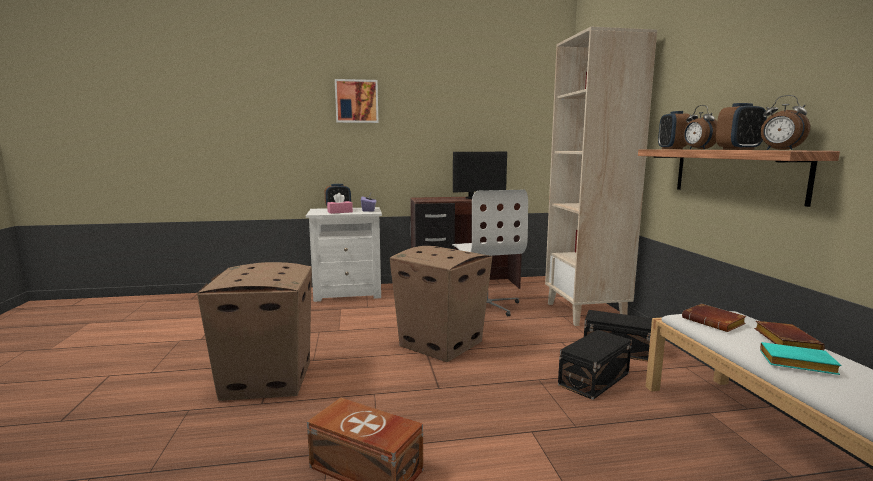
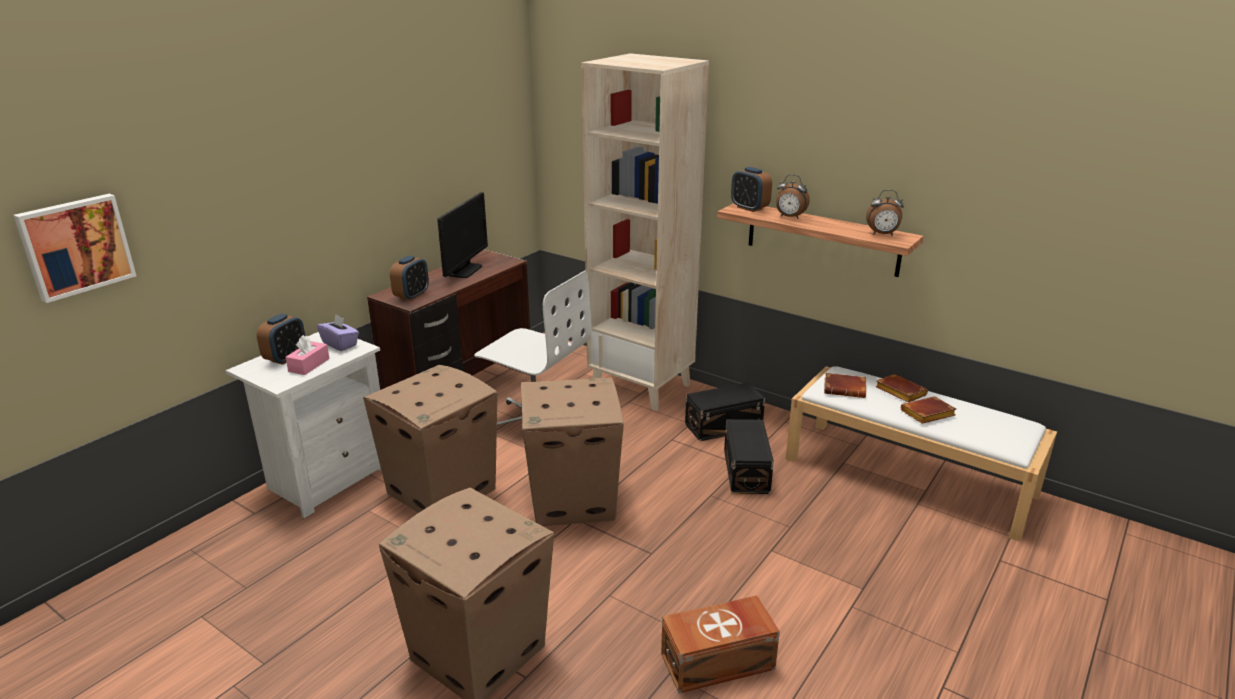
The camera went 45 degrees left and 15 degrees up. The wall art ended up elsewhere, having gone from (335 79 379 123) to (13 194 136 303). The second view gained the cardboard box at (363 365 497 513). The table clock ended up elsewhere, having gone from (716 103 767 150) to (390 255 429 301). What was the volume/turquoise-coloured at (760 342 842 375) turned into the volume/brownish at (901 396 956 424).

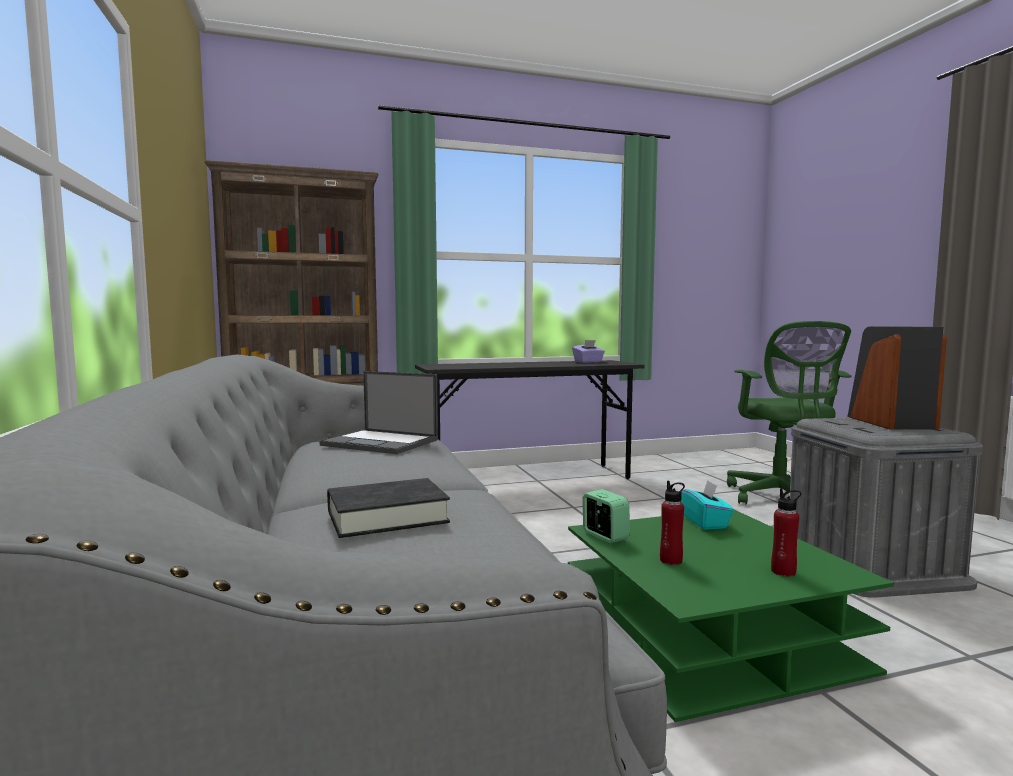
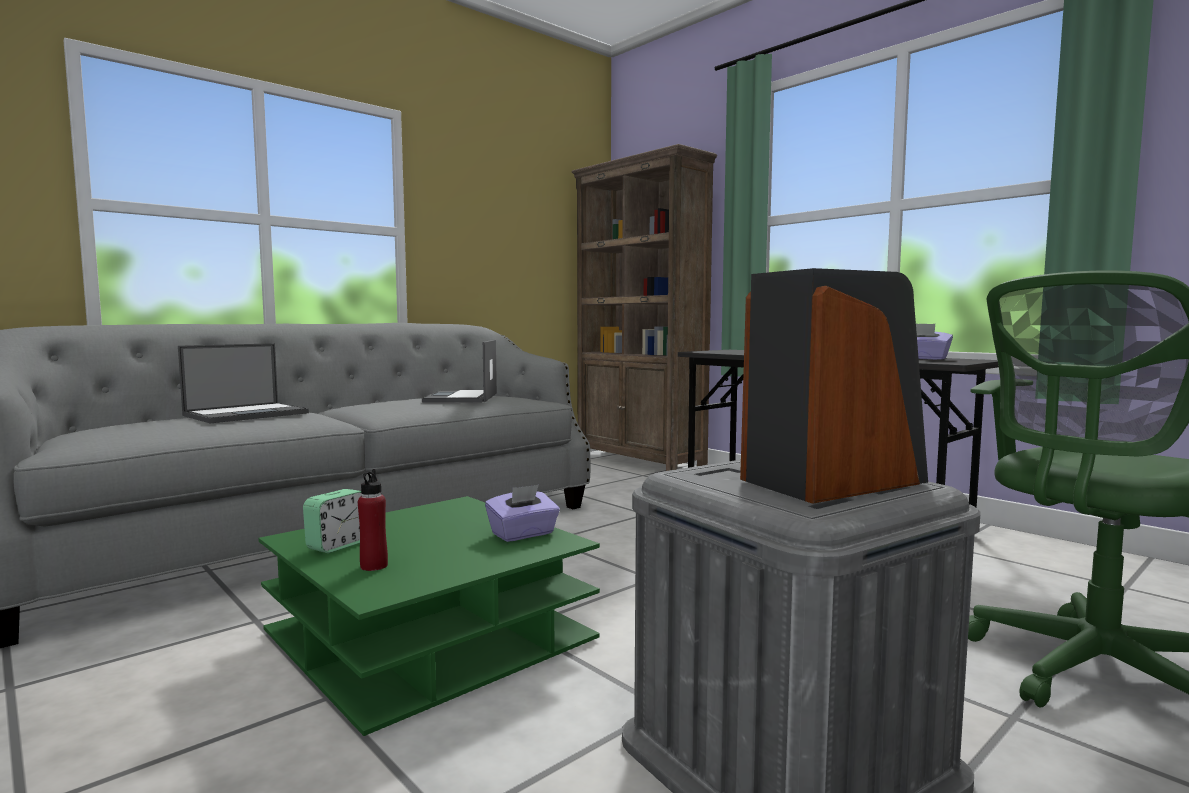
The camera went 65 degrees right and 0 degrees up. Where the volume/black-coloured stood at (327 478 450 538), the portable computer came to stand at (178 343 309 423). The table clock ended up elsewhere, having gone from (583 489 630 544) to (303 489 362 553). What was the box of tissues/turquoise-coloured at (681 480 734 530) turned into the box of tissues/purple-coloured at (485 485 560 542). The second view lost the bottle/red at (660 481 685 565).

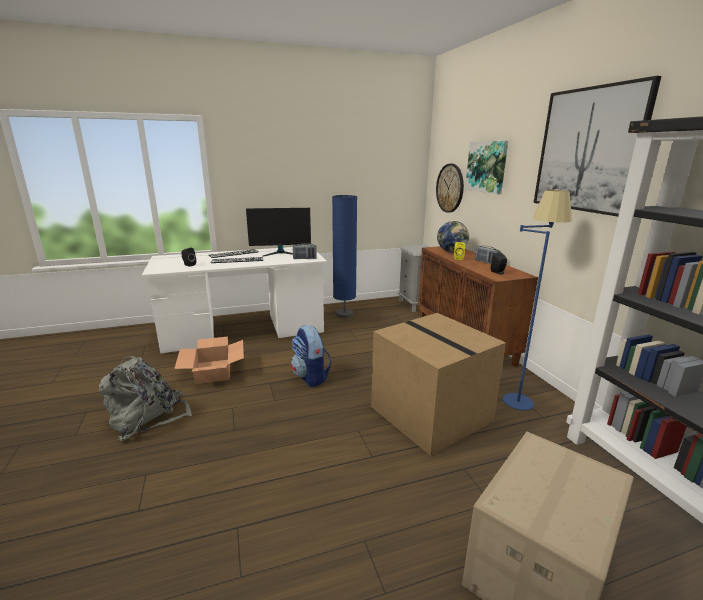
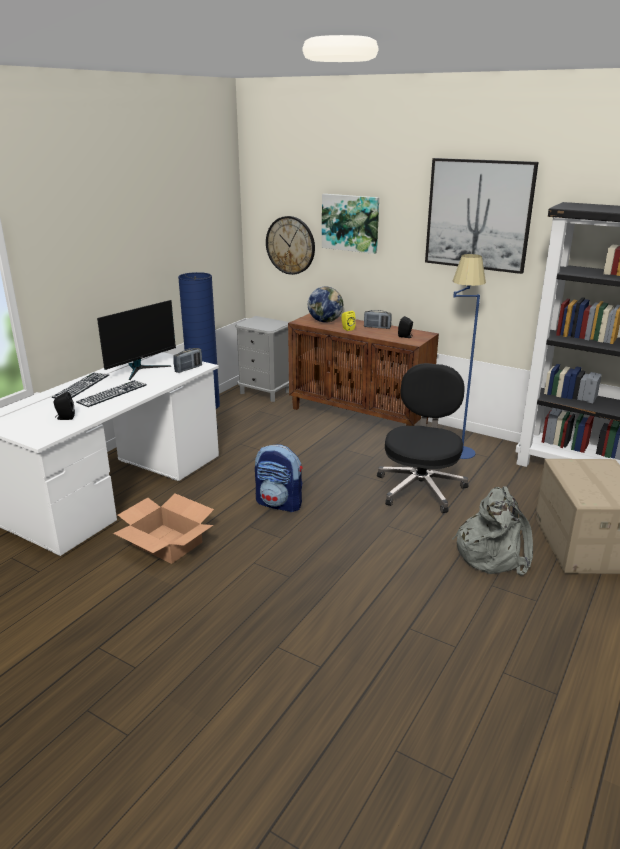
The camera went 40 degrees left and 5 degrees up. Where the cardboard box stood at (371 313 506 456), the desk chair/black-coloured came to stand at (377 363 468 513). The backpack/gray ended up elsewhere, having gone from (99 356 192 441) to (452 486 533 575).

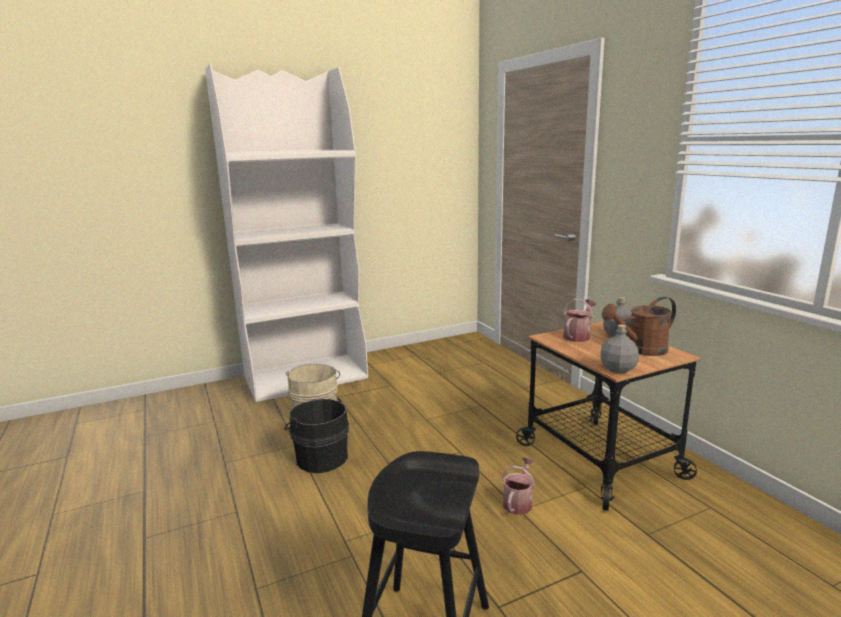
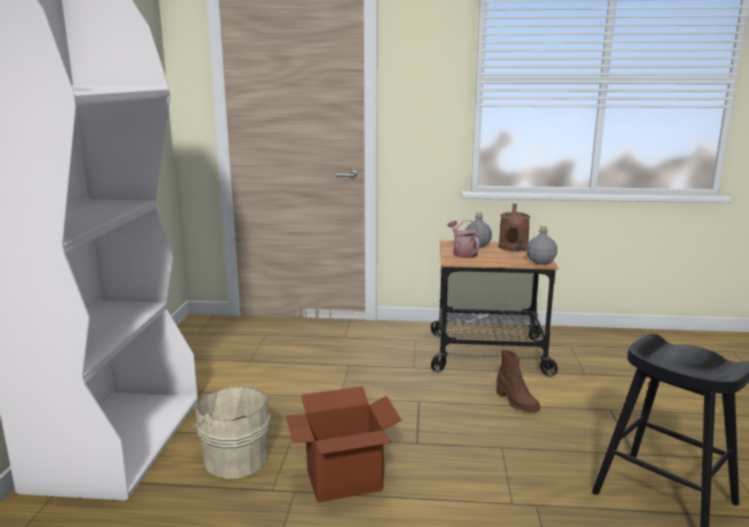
The camera went 60 degrees left and 0 degrees up. Where the pail/black-coloured stood at (284 398 349 473), the cardboard box came to stand at (285 386 402 503). Where the watering pot stood at (502 457 535 515), the high-top boot/brownish came to stand at (497 350 540 412).

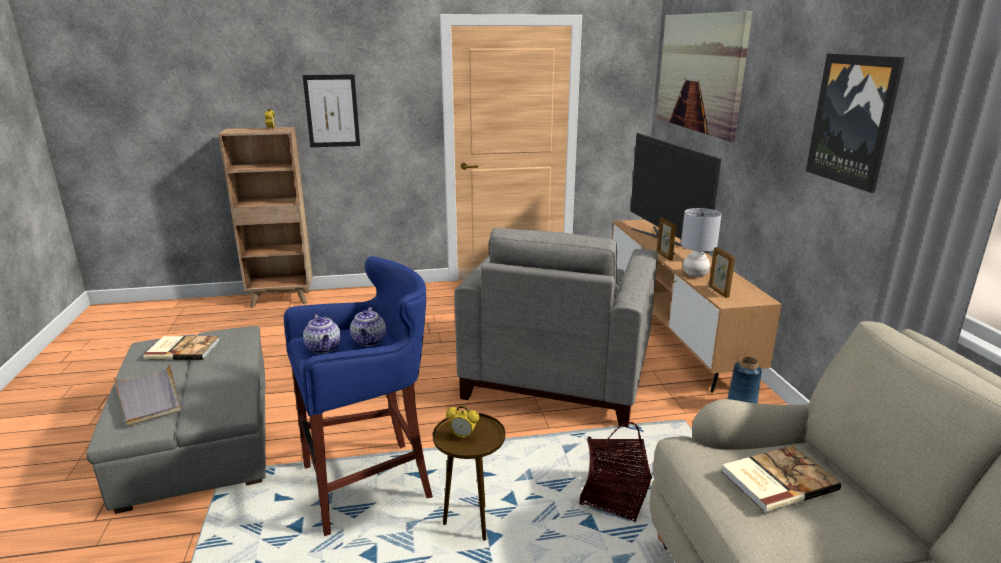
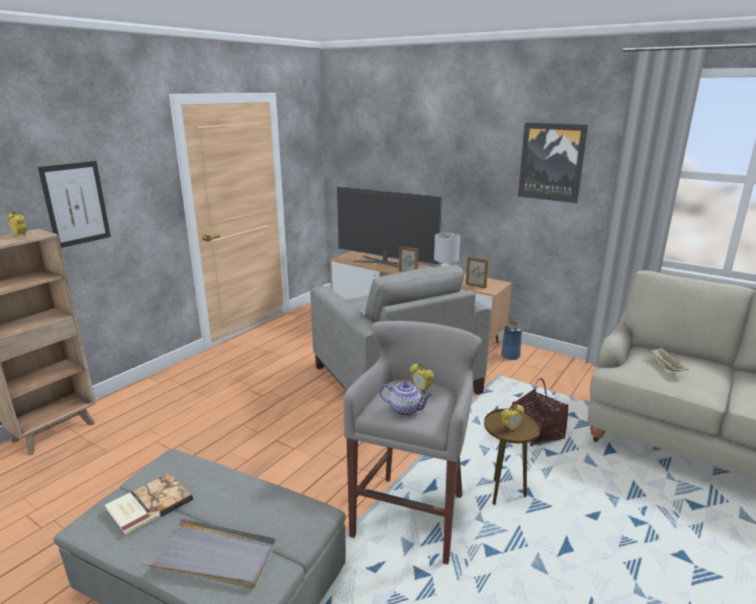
The camera went 45 degrees left and 0 degrees up. What was the sitting stool/blue-coloured at (284 256 433 536) turned into the sitting stool/gray at (344 321 482 565). Where the pot for tea stood at (350 307 386 346), the table clock came to stand at (410 364 434 394). Where the volume stood at (721 446 841 513), the tray/beige came to stand at (650 348 689 372). The second view lost the wall art at (657 11 752 141).

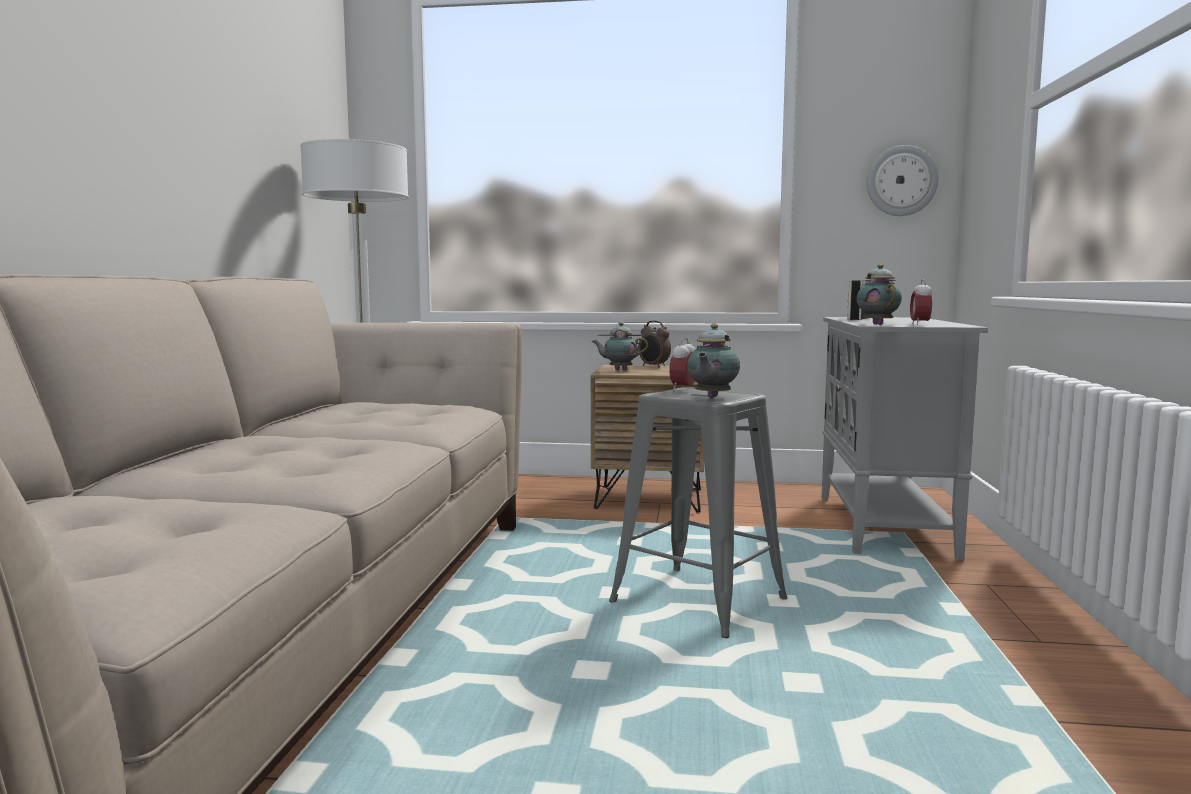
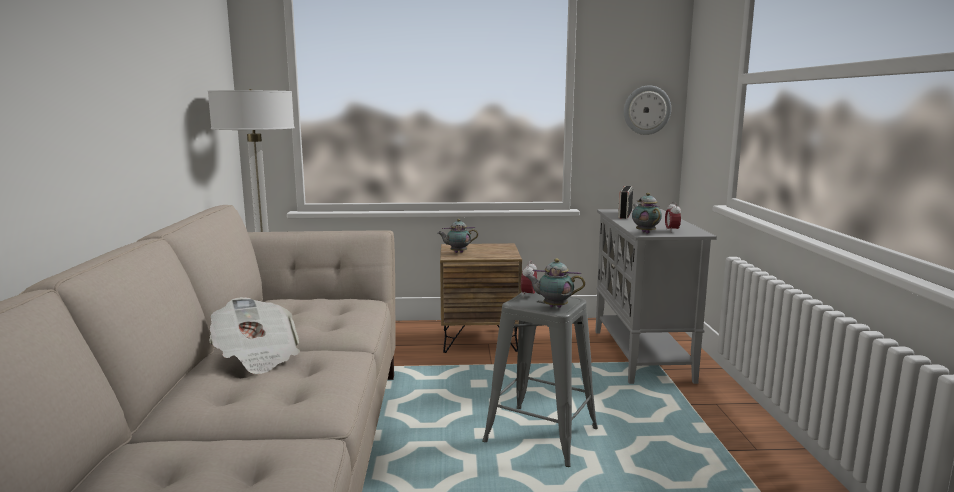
The camera went 10 degrees left and 5 degrees up. The second view gained the printed paper at (209 297 300 374). The pot for tea at (687 324 740 398) ended up facing another way, 90 degrees clockwise from before. The second view lost the table clock at (638 321 671 368).

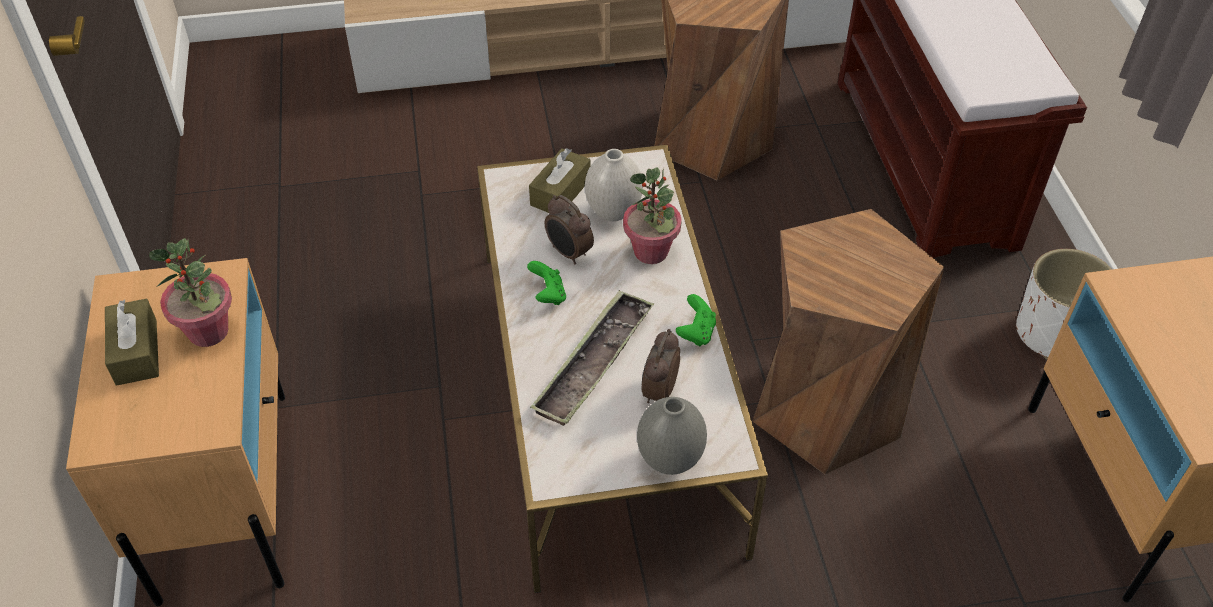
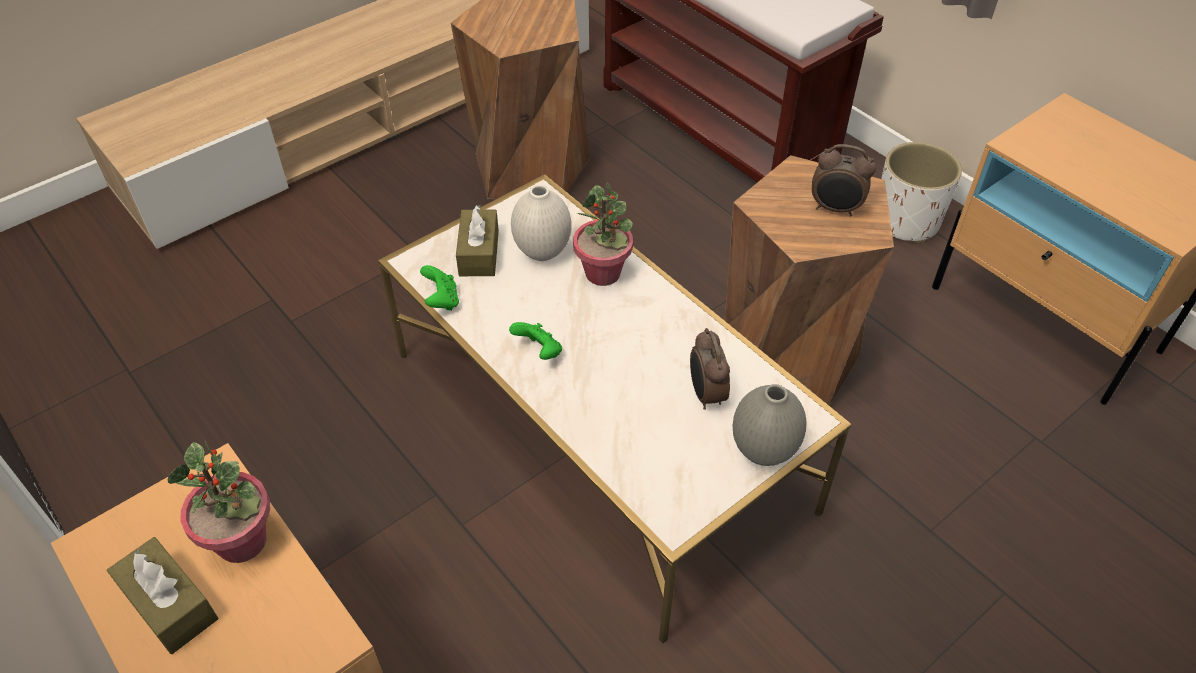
The camera went 30 degrees left and 0 degrees up. The joypad/green ended up elsewhere, having gone from (676 294 716 346) to (420 265 459 311). The table clock ended up elsewhere, having gone from (545 195 594 265) to (812 144 876 216). The second view lost the tray at (530 290 654 426).

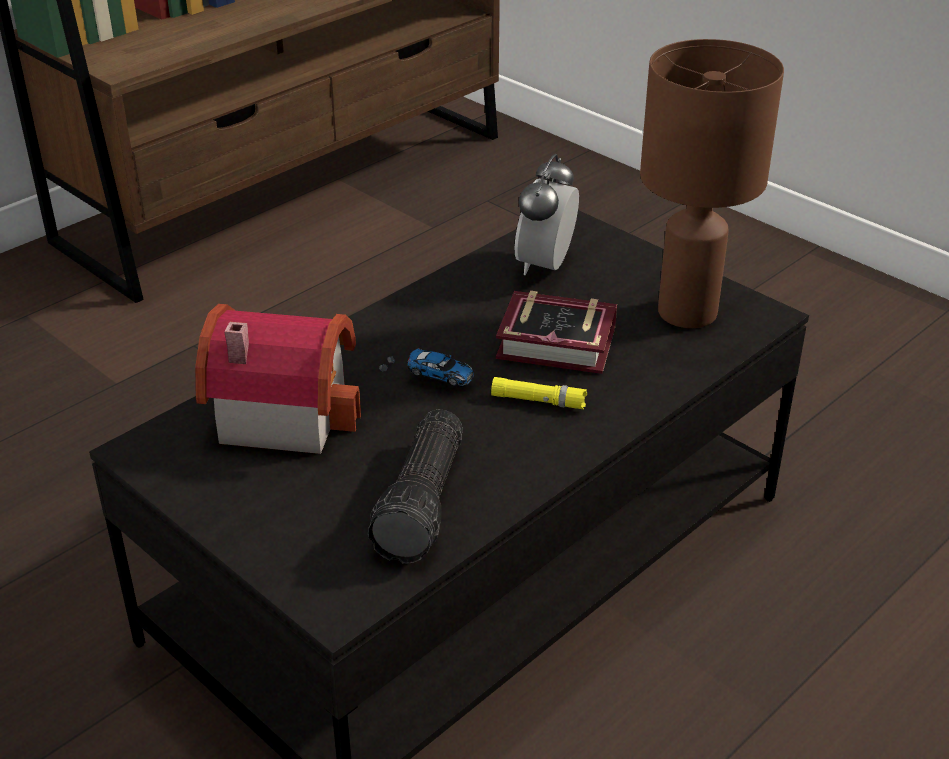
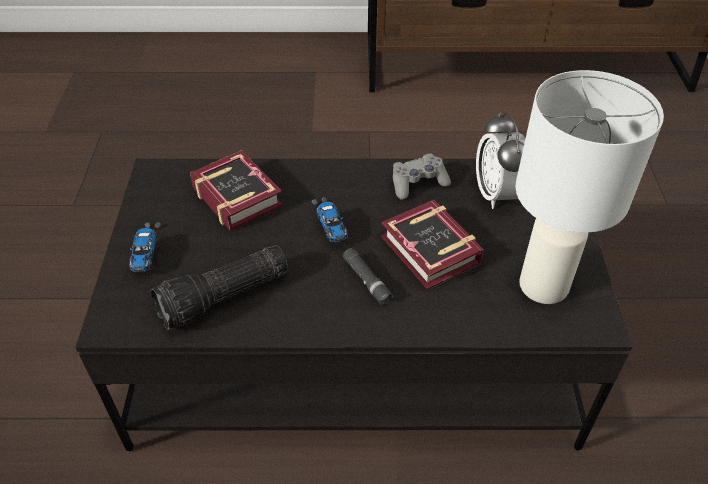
The camera went 45 degrees right and 10 degrees up. The second view gained the model car at (129 222 161 272). Where the toy house stood at (195 304 361 454), the volume came to stand at (190 150 283 231). What was the hand torch/yellow at (491 377 587 409) turned into the hand torch/black-coloured at (343 248 393 305). The second view gained the joypad/gray at (393 153 451 200). The table clock at (515 154 579 275) ended up facing another way, 75 degrees counterclockwise from before. What was the tabletop lamp/brownish at (640 39 784 328) turned into the tabletop lamp/whitish at (516 70 664 304).

